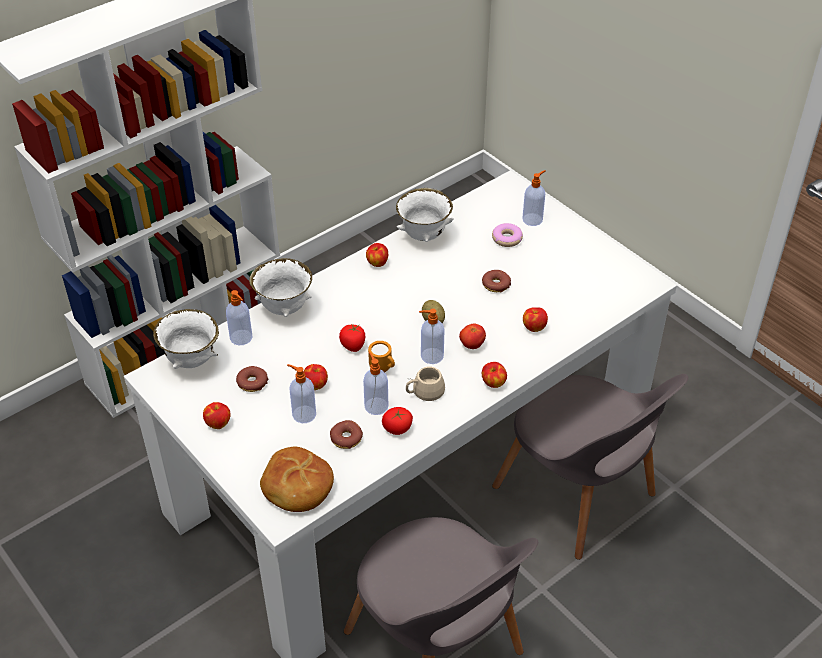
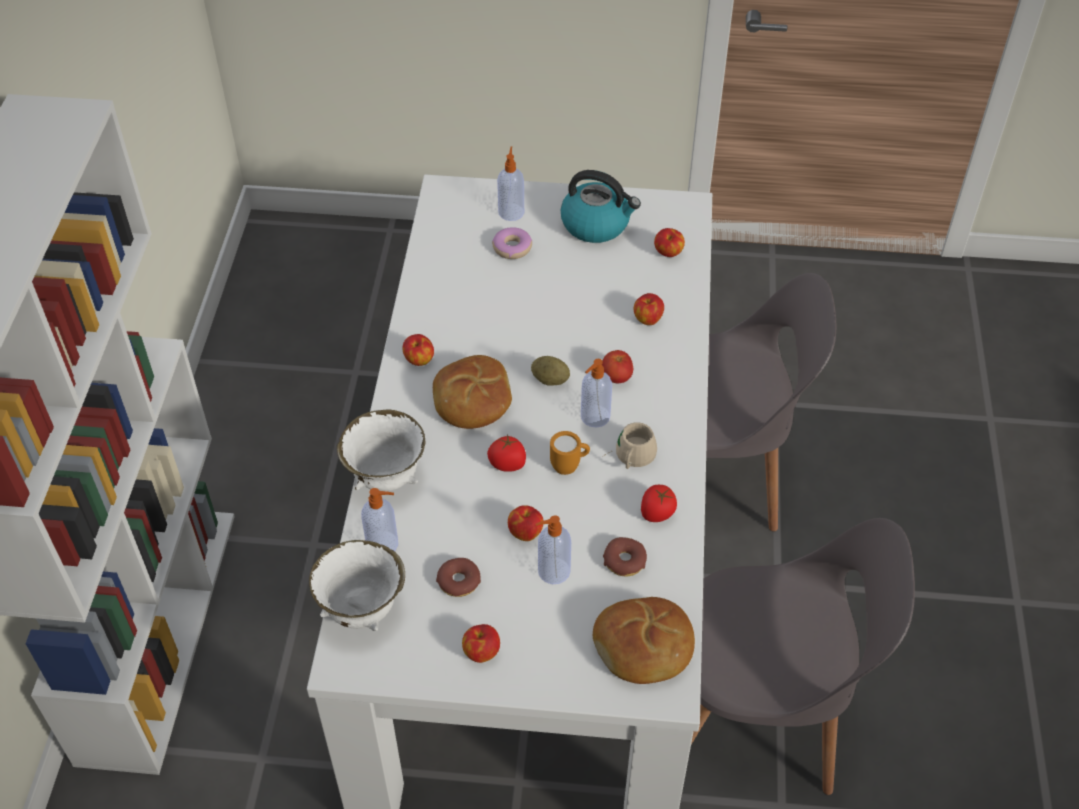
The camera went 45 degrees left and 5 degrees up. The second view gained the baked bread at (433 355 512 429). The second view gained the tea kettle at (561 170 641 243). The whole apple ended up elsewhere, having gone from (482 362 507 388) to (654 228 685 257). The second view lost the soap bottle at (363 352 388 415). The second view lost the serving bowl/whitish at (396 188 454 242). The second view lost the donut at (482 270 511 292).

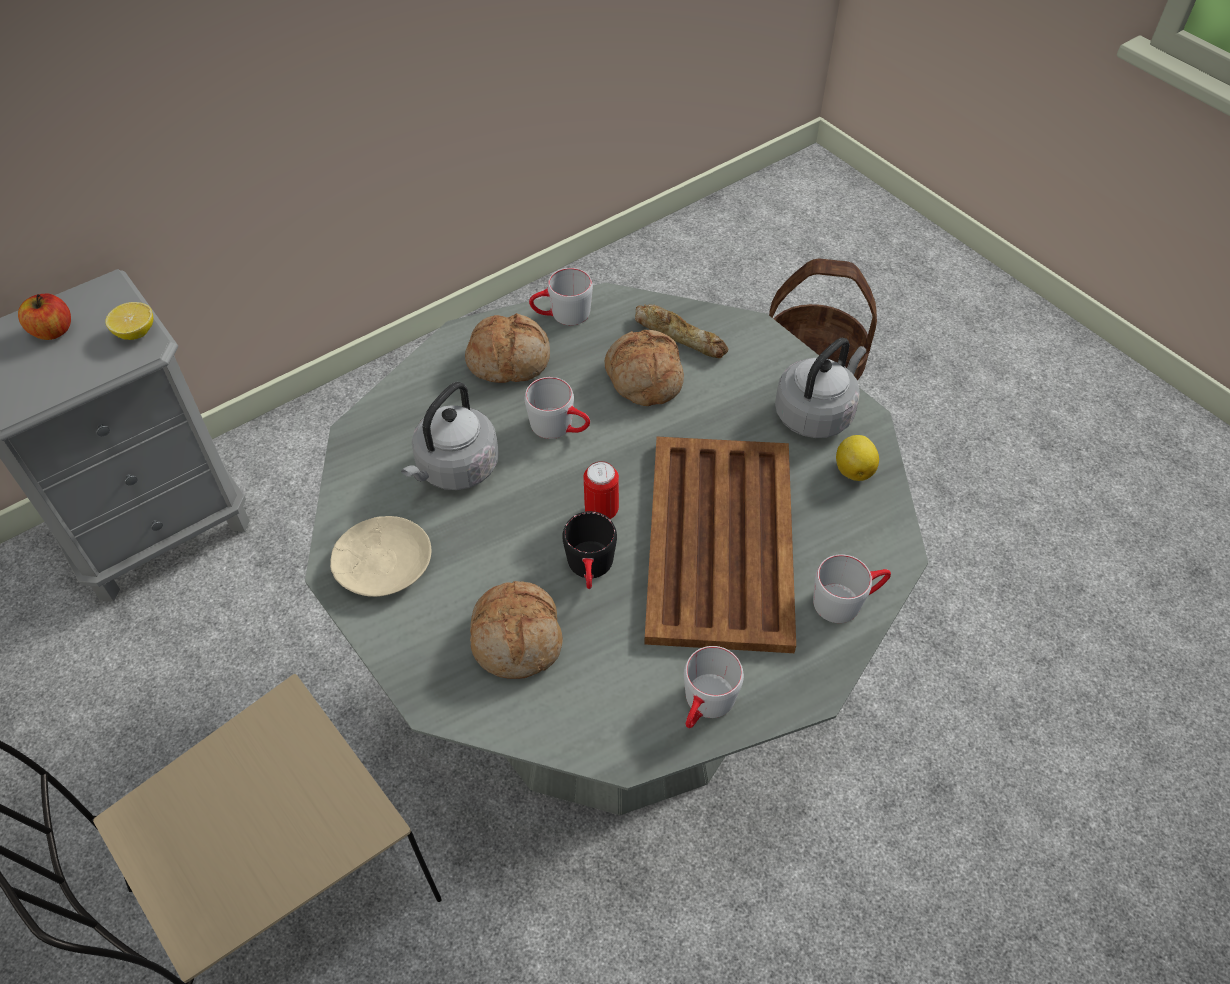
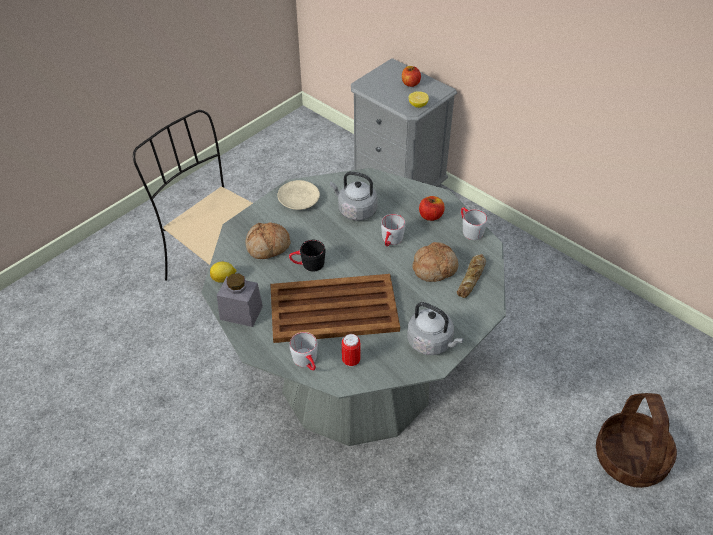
The camera went 80 degrees right and 5 degrees down. The whole lemon ended up elsewhere, having gone from (836 435 879 481) to (210 261 236 283). Where the mug/gray stood at (684 646 744 728), the storage jar/gray came to stand at (217 273 263 327). The can ended up elsewhere, having gone from (583 461 619 520) to (342 334 360 367). Where the baked bread stood at (465 313 550 383), the whole apple came to stand at (419 196 445 221).

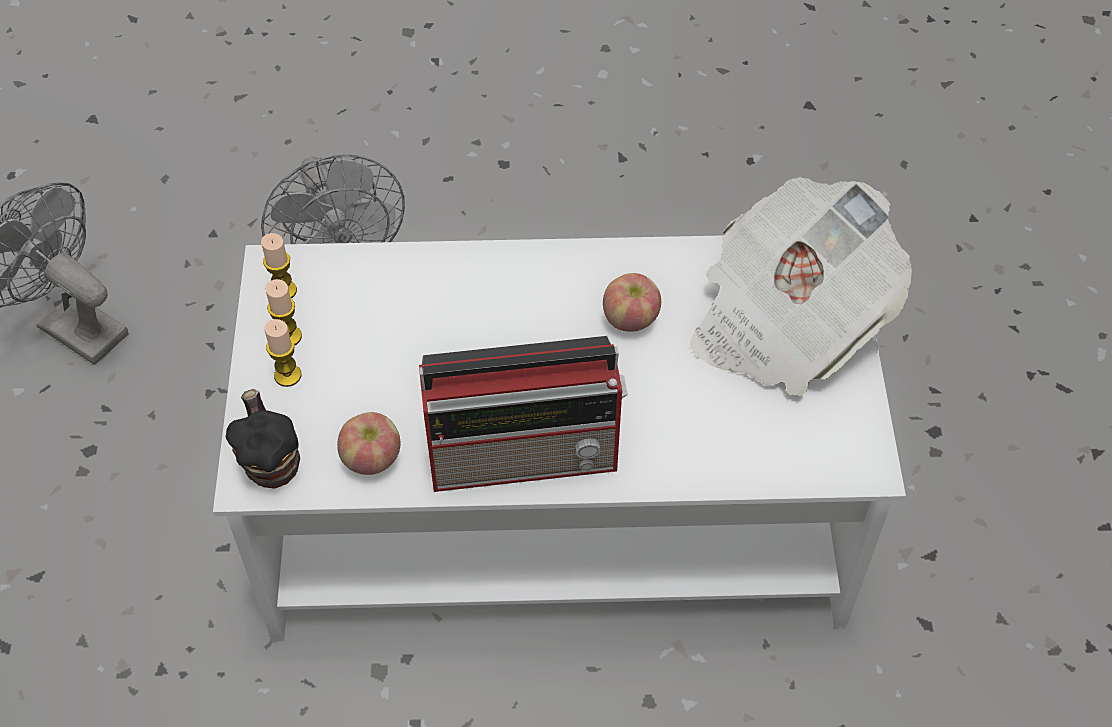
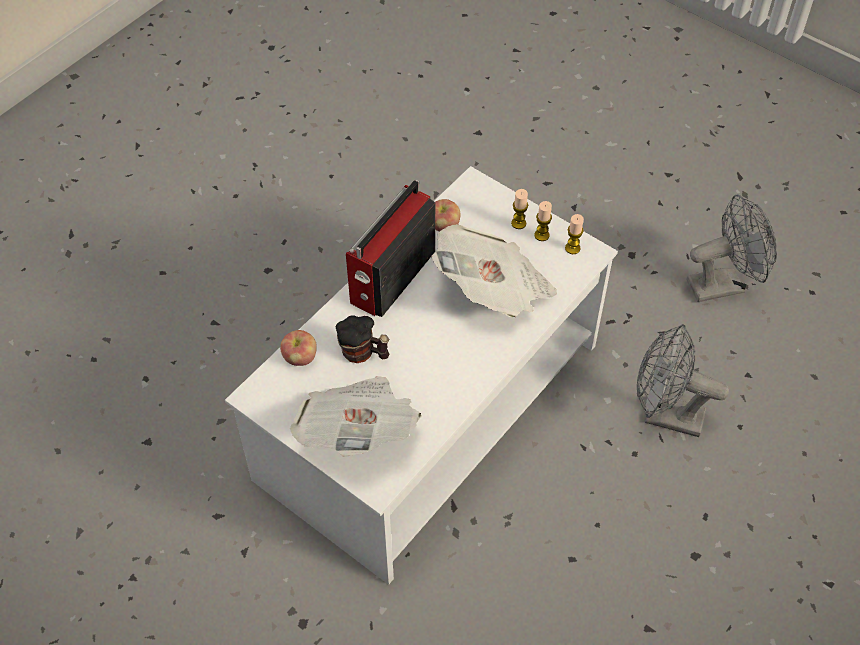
The camera went 130 degrees right and 0 degrees up. The whole apple ended up elsewhere, having gone from (603 273 661 332) to (280 330 317 366). The mug ended up elsewhere, having gone from (226 389 300 489) to (336 315 390 363). The second view gained the printed paper at (431 224 557 317).

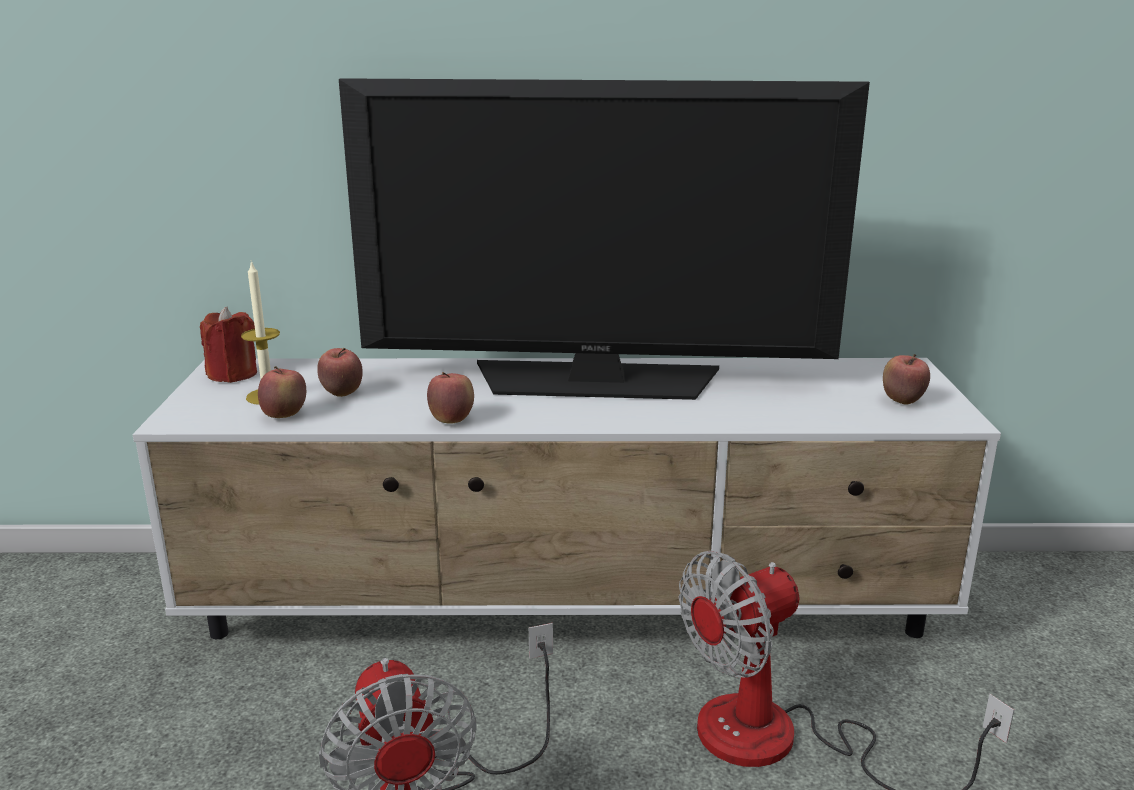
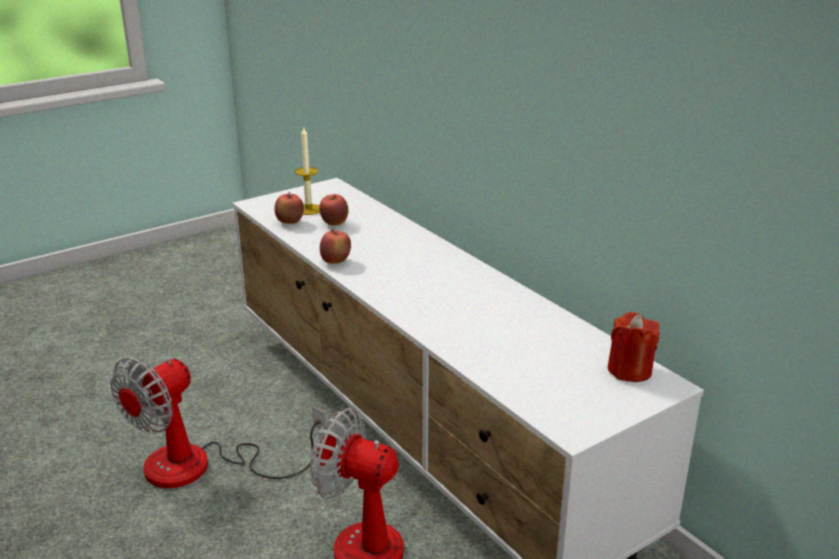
The camera went 55 degrees right and 5 degrees up. The candle/red ended up elsewhere, having gone from (200 307 257 383) to (608 312 660 382). The second view lost the television at (339 78 870 400). The second view lost the whole apple at (883 354 930 405).

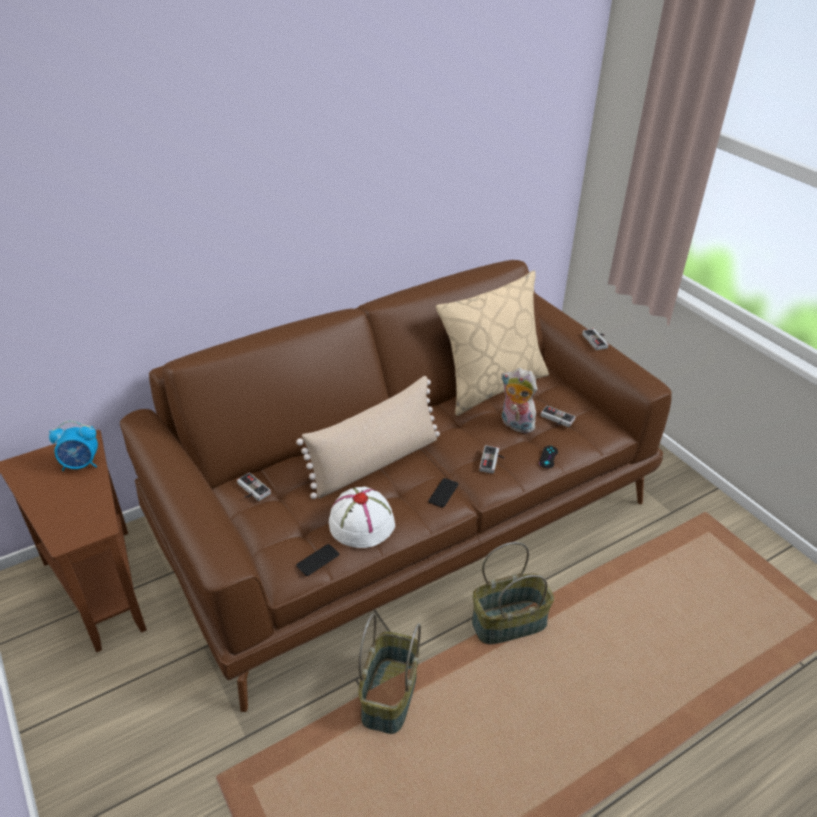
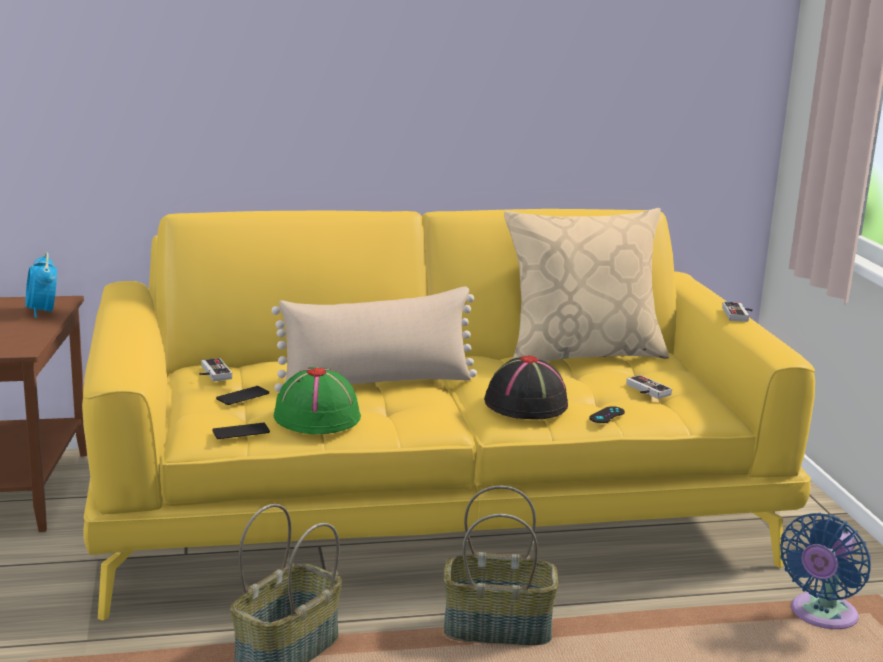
The camera went 20 degrees right and 20 degrees down. The table clock at (49 421 98 471) ended up facing another way, 60 degrees clockwise from before. What was the couch/brownish at (120 260 672 712) turned into the couch/yellow at (82 209 815 621). The handset ended up elsewhere, having gone from (429 478 458 508) to (216 386 269 405). What was the clothing hat/whitish at (329 486 395 548) turned into the clothing hat/green at (274 367 361 434). Where the joypad stood at (479 445 505 474), the clothing hat/black-coloured came to stand at (484 356 568 419). The second view gained the fan/blue-coloured at (780 513 871 629). The second view lost the cuddly toy at (501 368 537 433).

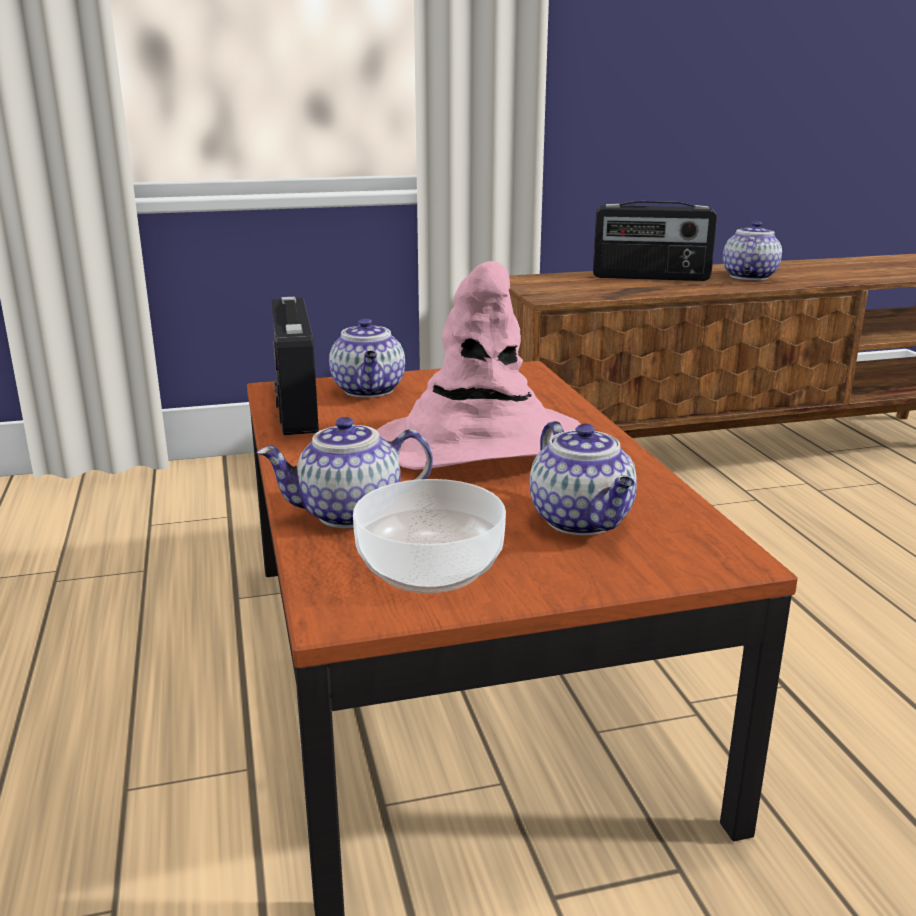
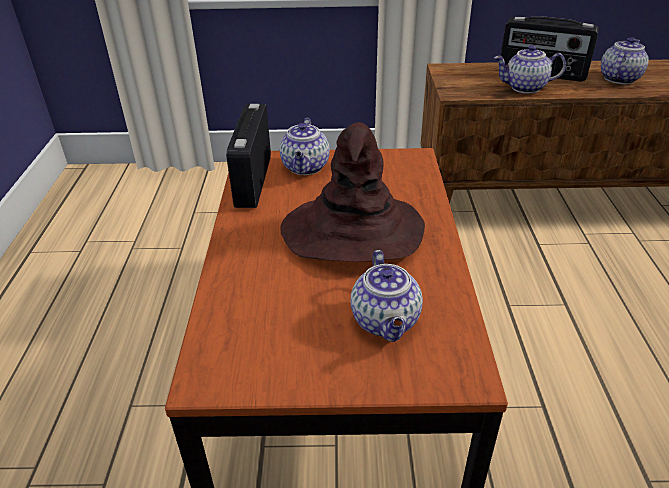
The camera went 15 degrees right and 15 degrees up. What was the clothing hat/pink at (377 261 581 470) turned into the clothing hat/brownish at (280 122 425 262). The pot for tea ended up elsewhere, having gone from (256 417 433 528) to (494 45 566 94). The second view lost the serving bowl at (353 479 506 593).

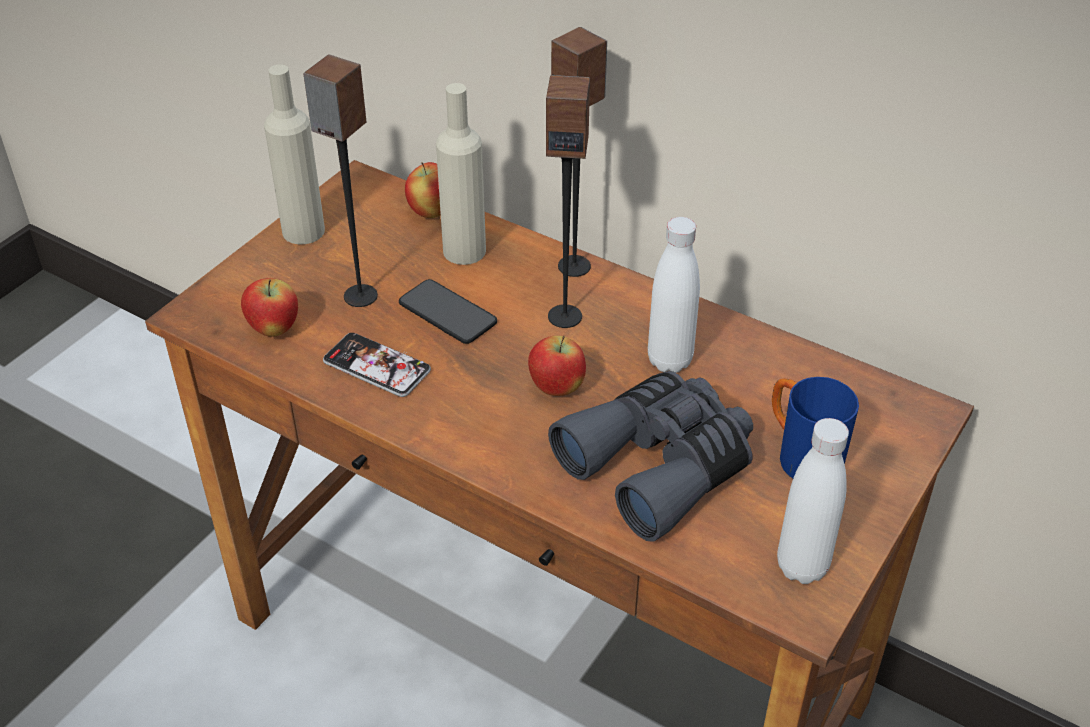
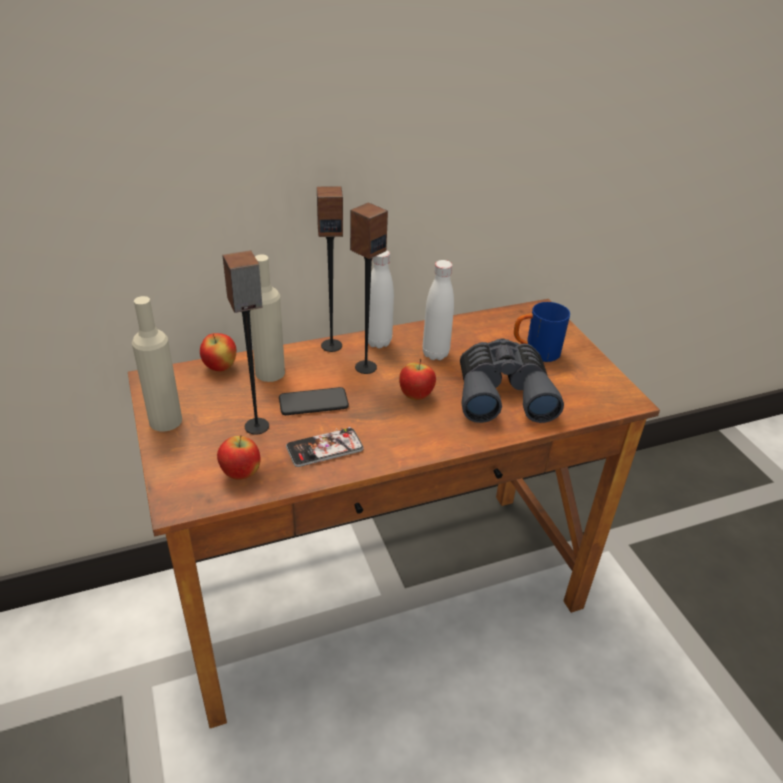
The camera went 55 degrees left and 5 degrees down. The bottle/whitish ended up elsewhere, having gone from (777 418 849 584) to (368 250 394 348).

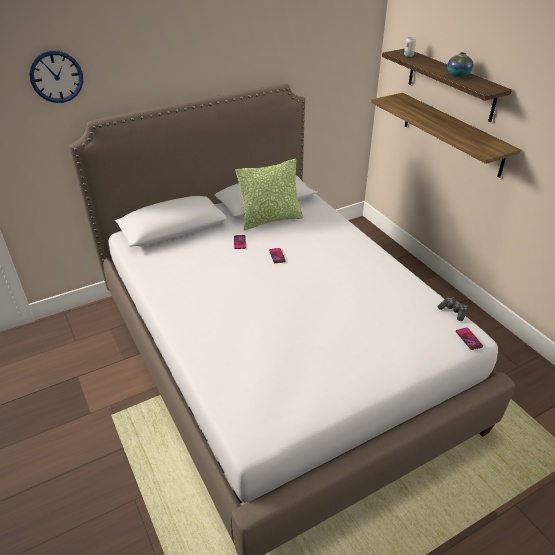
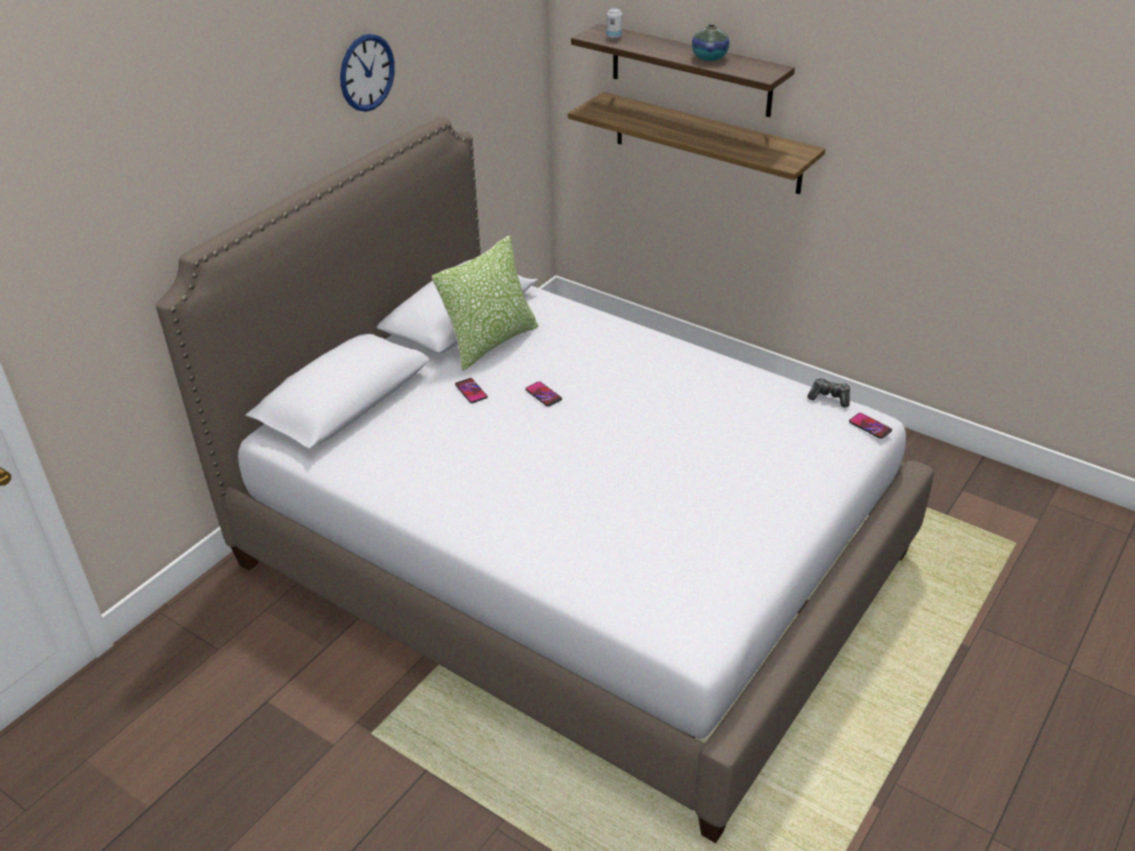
The camera went 25 degrees left and 0 degrees up. The hanging clock ended up elsewhere, having gone from (29 51 83 103) to (340 34 395 112).

